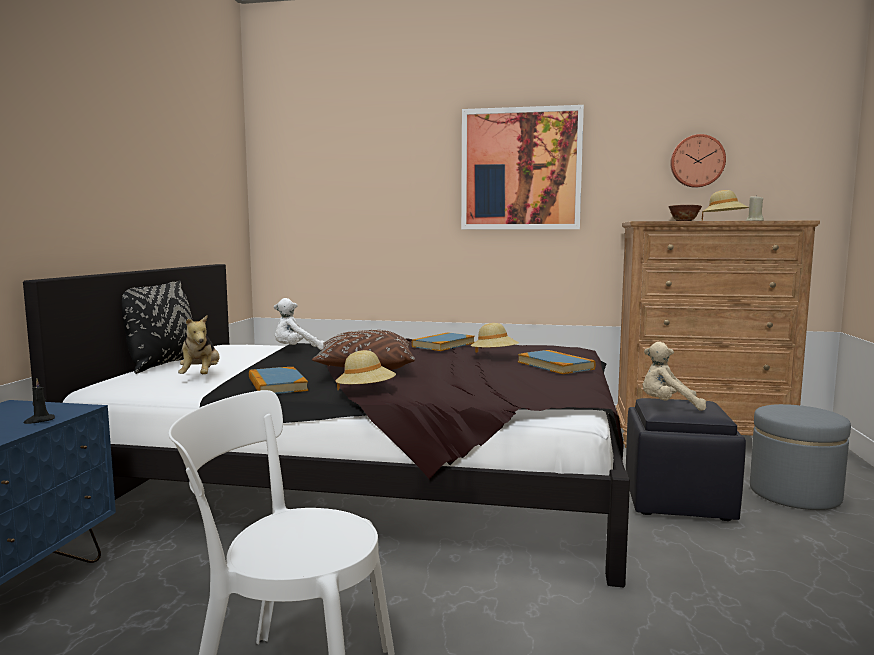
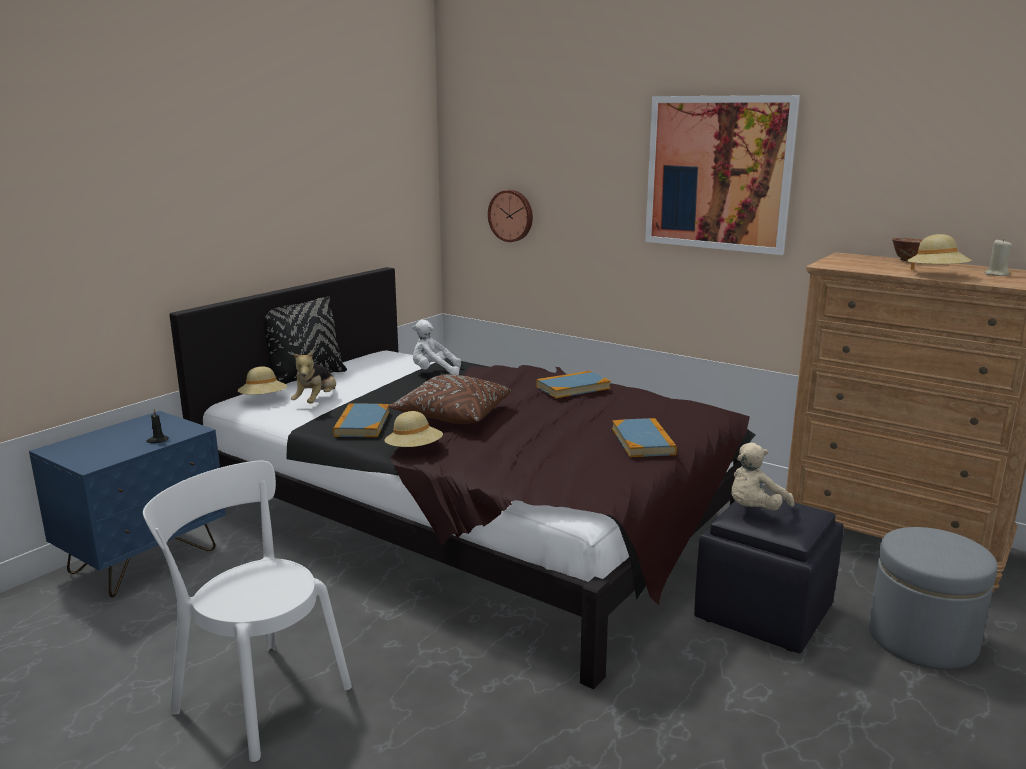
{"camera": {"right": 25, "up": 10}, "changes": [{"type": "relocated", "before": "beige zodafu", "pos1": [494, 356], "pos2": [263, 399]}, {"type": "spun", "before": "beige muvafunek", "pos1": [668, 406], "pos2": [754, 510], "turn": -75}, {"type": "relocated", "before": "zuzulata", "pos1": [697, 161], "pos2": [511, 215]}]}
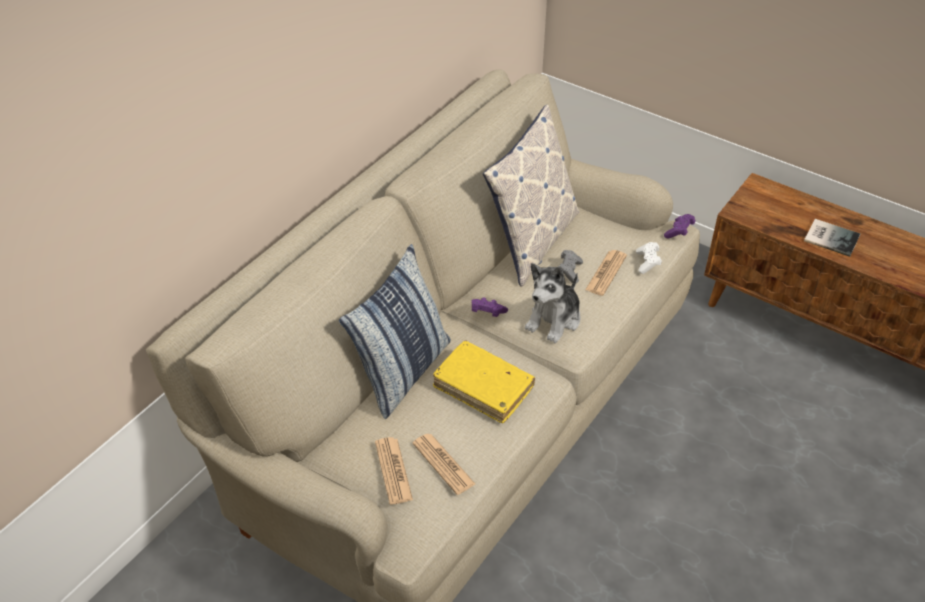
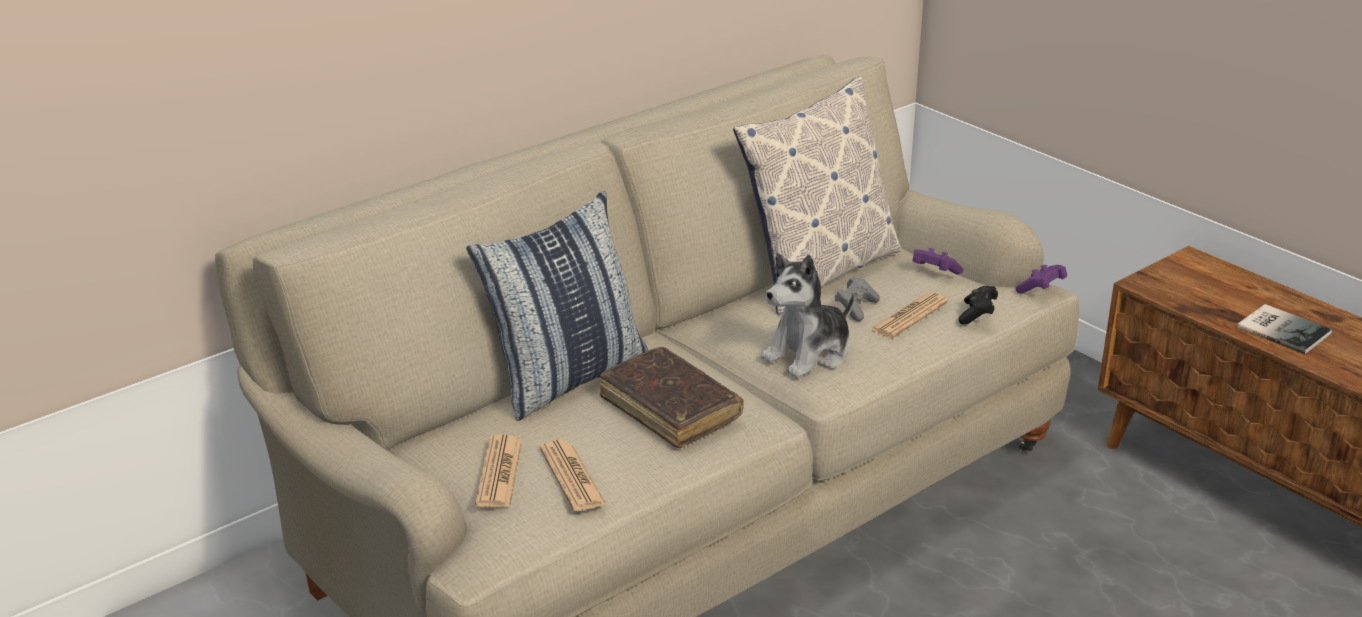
{"camera": {"right": 15, "up": -15}, "changes": [{"type": "colour", "before": "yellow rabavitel", "after": "brown rabavitel", "pos1": [483, 387], "pos2": [670, 409]}, {"type": "relocated", "before": "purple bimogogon", "pos1": [487, 313], "pos2": [934, 272]}, {"type": "colour", "before": "white bimogogon", "after": "black bimogogon", "pos1": [647, 263], "pos2": [977, 315]}]}
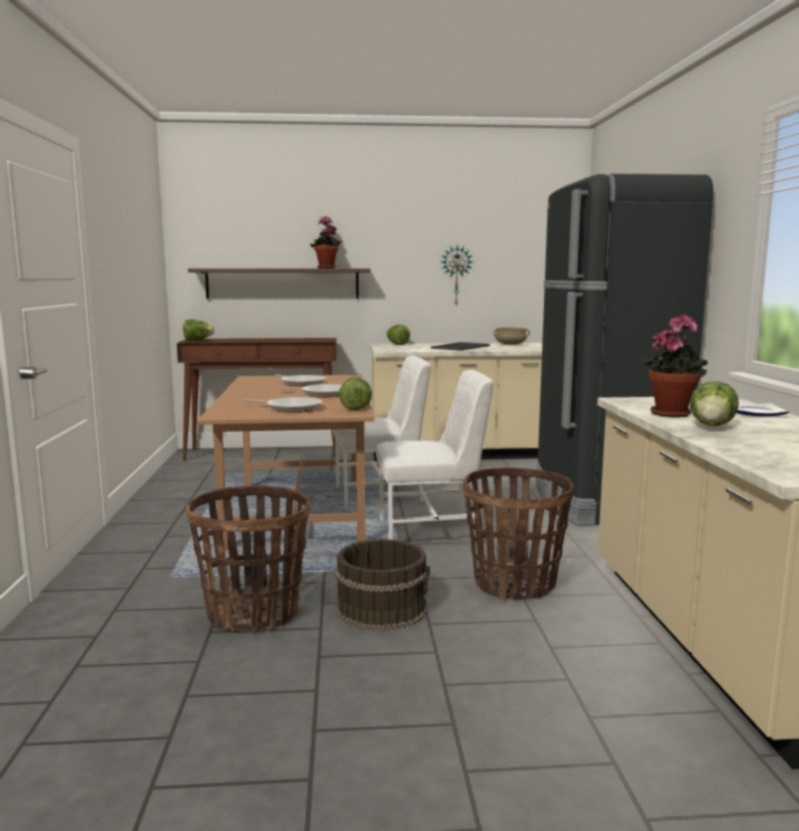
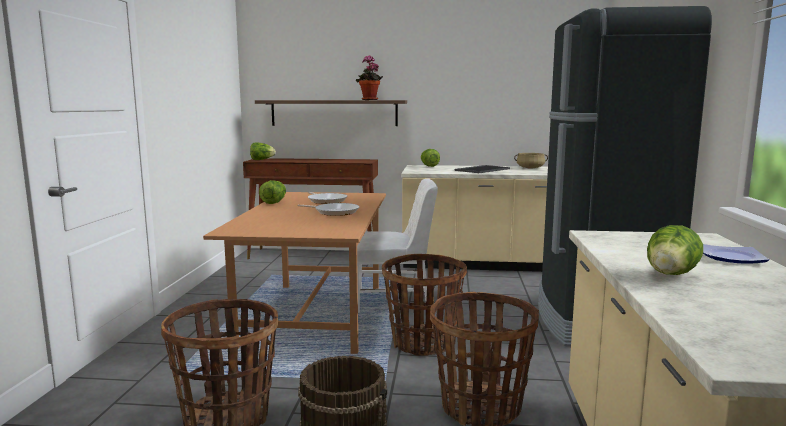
{"camera": {"right": 10, "up": 0}, "changes": [{"type": "missing", "before": "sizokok", "pos1": [291, 408]}, {"type": "relocated", "before": "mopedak", "pos1": [356, 407], "pos2": [274, 202]}, {"type": "exchanged", "before": "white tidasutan", "after": "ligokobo", "pos1": [431, 532], "pos2": [423, 343]}, {"type": "missing", "before": "zuzulata", "pos1": [456, 275]}, {"type": "missing", "before": "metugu", "pos1": [673, 413]}]}
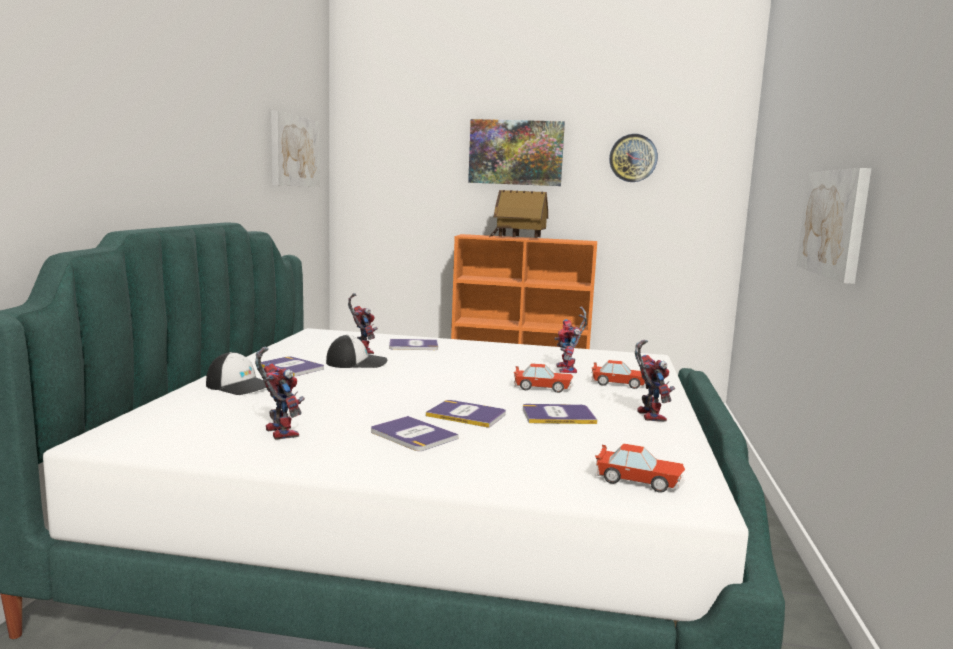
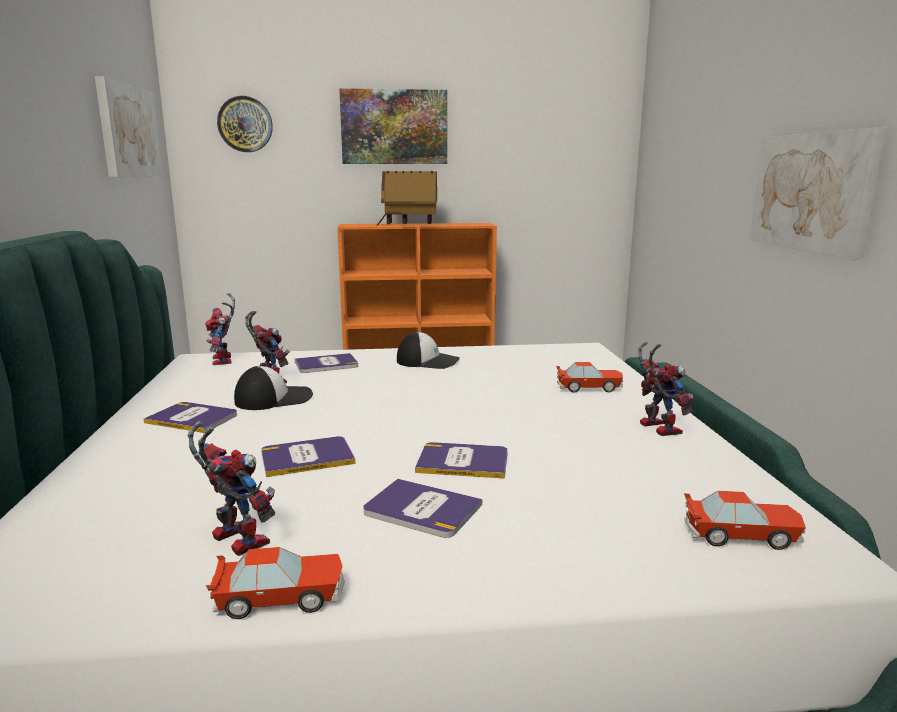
{"camera": {"right": -15, "up": 5}, "changes": [{"type": "relocated", "before": "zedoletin", "pos1": [240, 386], "pos2": [428, 361]}, {"type": "relocated", "before": "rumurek", "pos1": [543, 388], "pos2": [281, 598]}, {"type": "relocated", "before": "rabavitel", "pos1": [558, 415], "pos2": [307, 457]}, {"type": "relocated", "before": "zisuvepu", "pos1": [569, 370], "pos2": [224, 361]}, {"type": "relocated", "before": "zuzulata", "pos1": [633, 158], "pos2": [245, 124]}]}
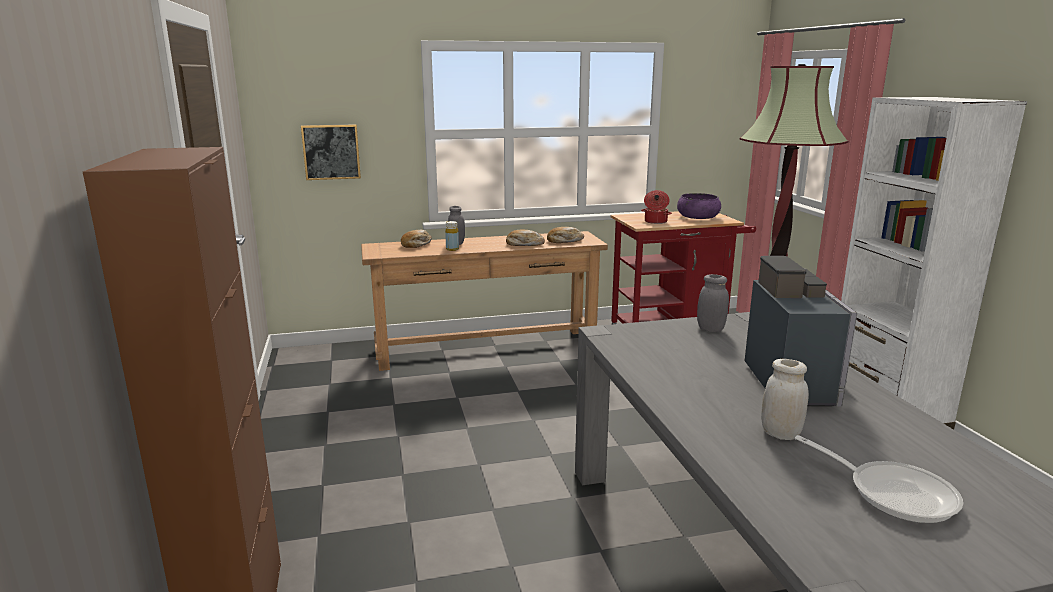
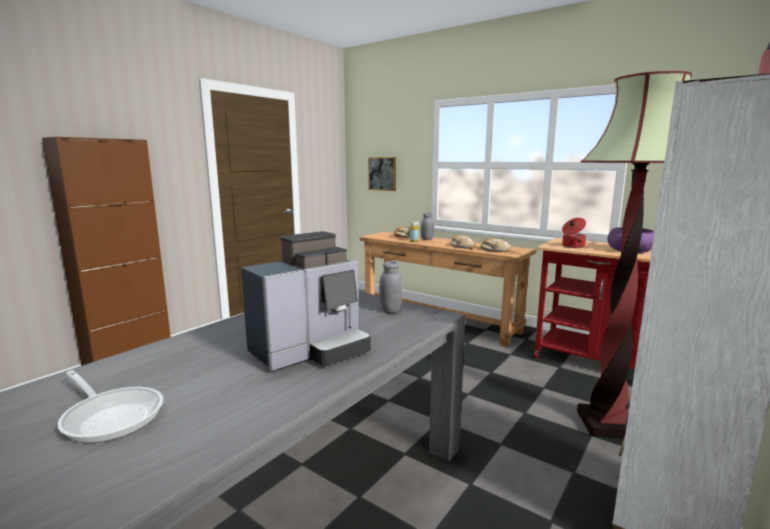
{"camera": {"right": 50, "up": -5}, "changes": [{"type": "missing", "before": "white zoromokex", "pos1": [780, 434]}, {"type": "spun", "before": "sizokok", "pos1": [893, 493], "pos2": [111, 416], "turn": -60}]}
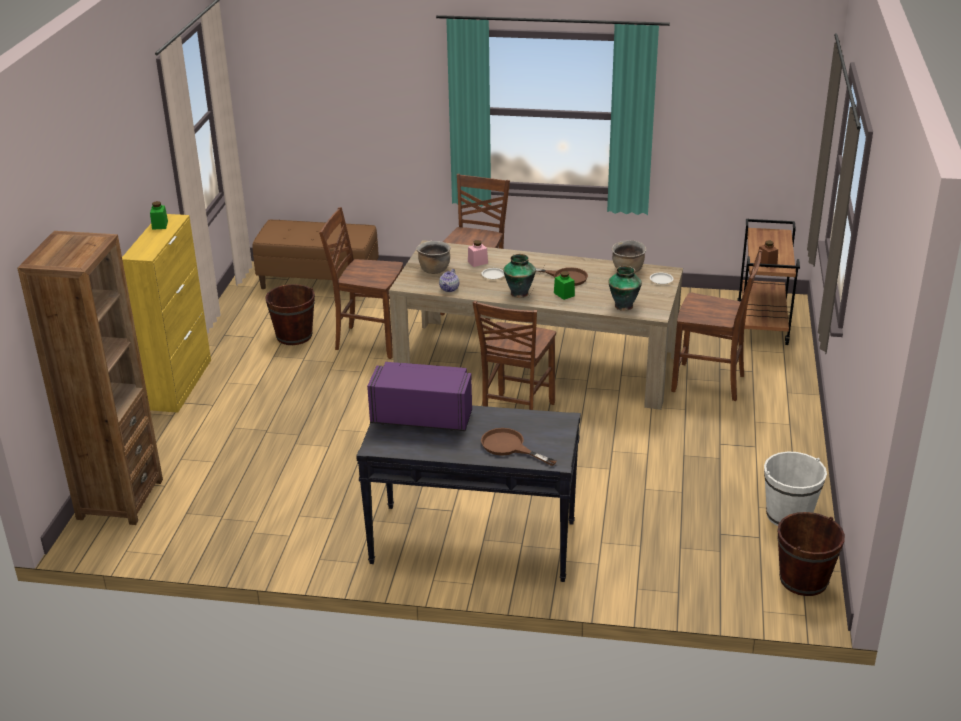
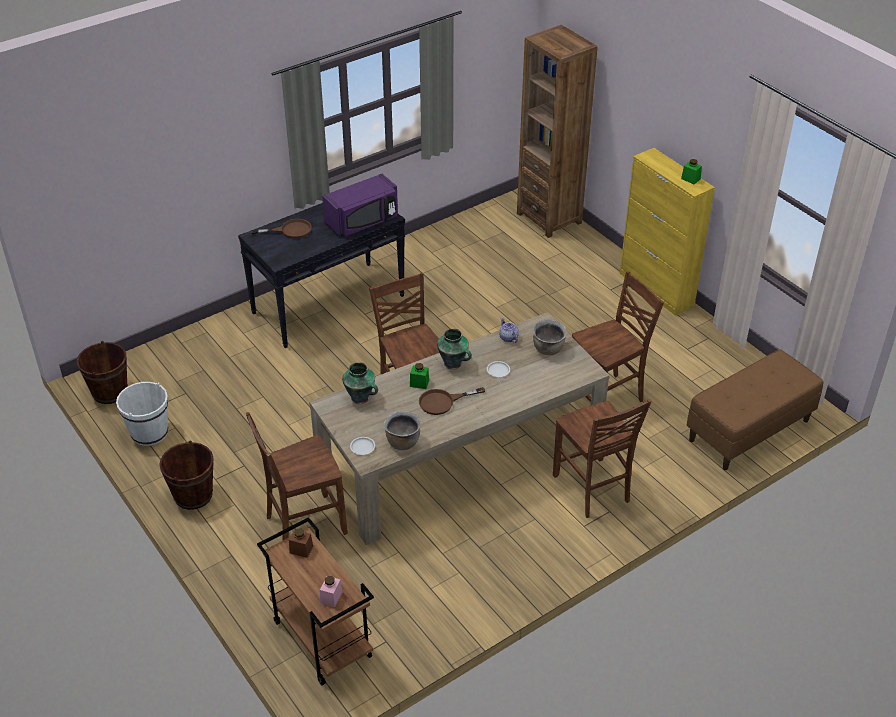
{"camera": {"right": 135, "up": 10}, "changes": [{"type": "relocated", "before": "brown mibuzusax", "pos1": [294, 336], "pos2": [193, 495]}, {"type": "relocated", "before": "pink zoromokex", "pos1": [477, 262], "pos2": [331, 597]}]}
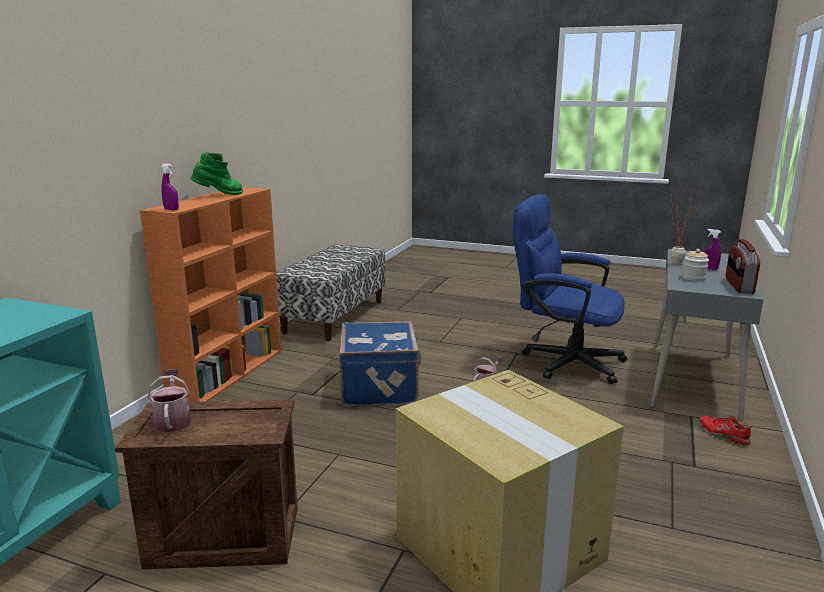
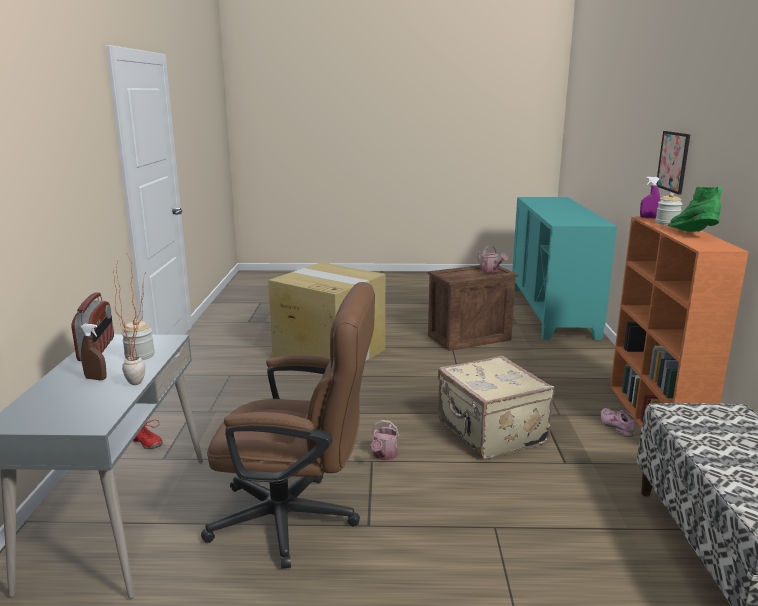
{"camera": {"right": 160, "up": 0}, "changes": [{"type": "spun", "before": "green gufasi", "pos1": [219, 195], "pos2": [693, 235], "turn": 135}, {"type": "colour", "before": "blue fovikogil", "after": "beige fovikogil", "pos1": [381, 387], "pos2": [490, 433]}, {"type": "colour", "before": "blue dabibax", "after": "brown dabibax", "pos1": [563, 361], "pos2": [297, 520]}, {"type": "colour", "before": "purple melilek", "after": "brown melilek", "pos1": [709, 269], "pos2": [96, 378]}, {"type": "appeared", "after": "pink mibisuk", "pos2": [617, 427]}, {"type": "appeared", "after": "zoromokex", "pos2": [667, 223]}, {"type": "appeared", "after": "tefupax", "pos2": [673, 161]}]}
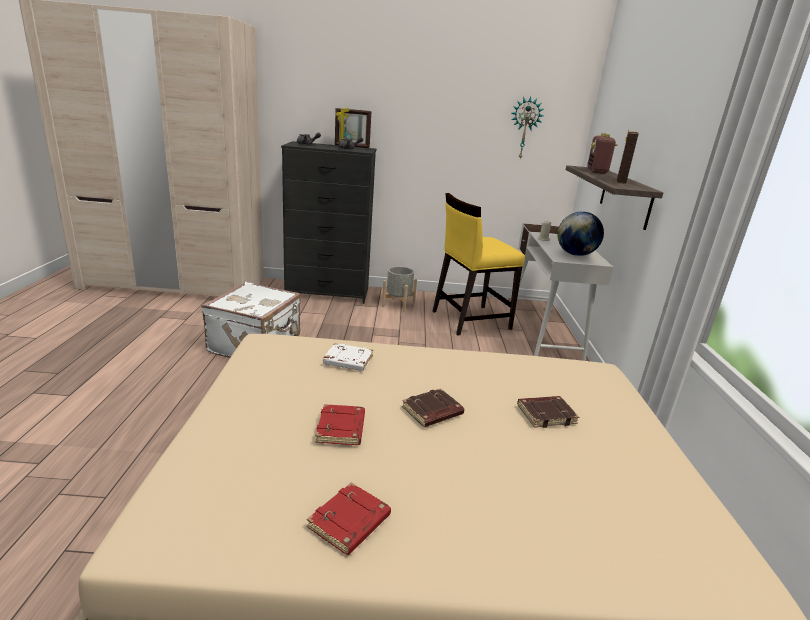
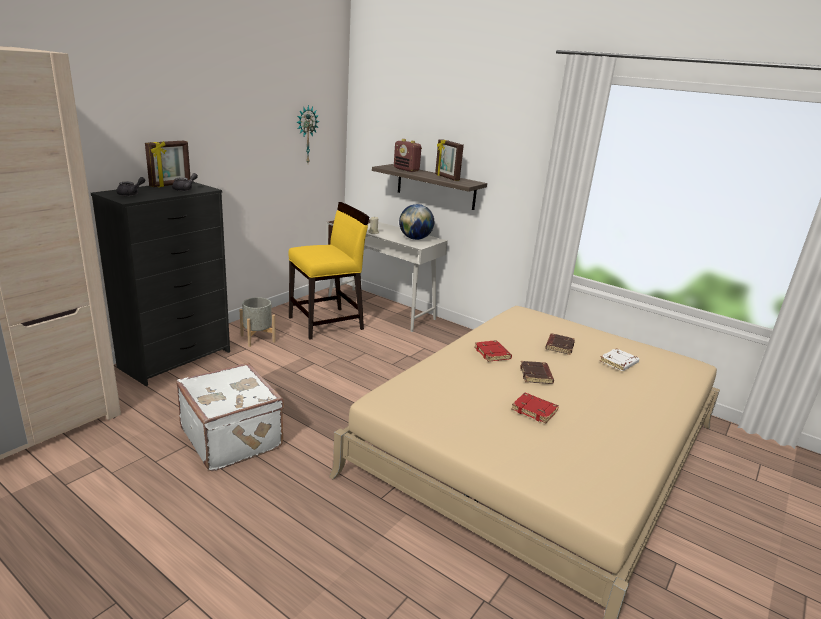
{"camera": {"right": -55, "up": 0}, "changes": [{"type": "relocated", "before": "red rabavitel", "pos1": [349, 523], "pos2": [493, 354]}, {"type": "relocated", "before": "white rabavitel", "pos1": [347, 361], "pos2": [619, 363]}, {"type": "spun", "before": "yellow tidasutan", "pos1": [470, 320], "pos2": [327, 323], "turn": -135}]}
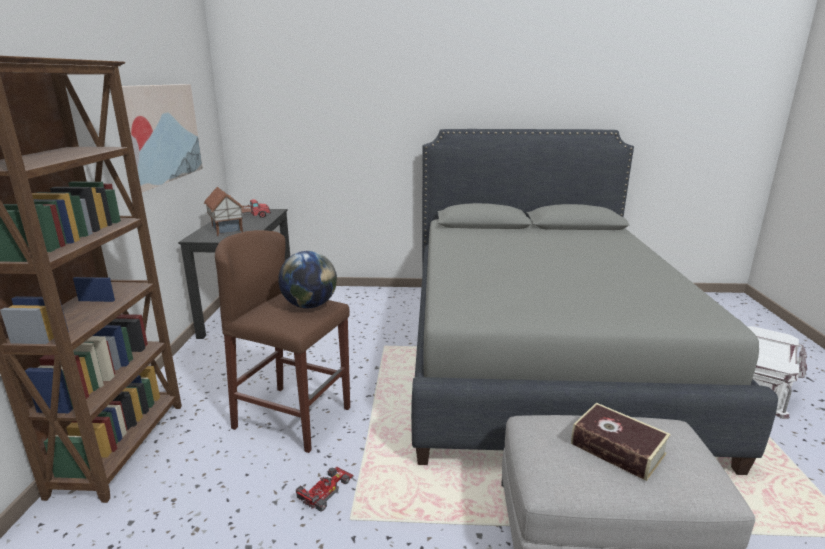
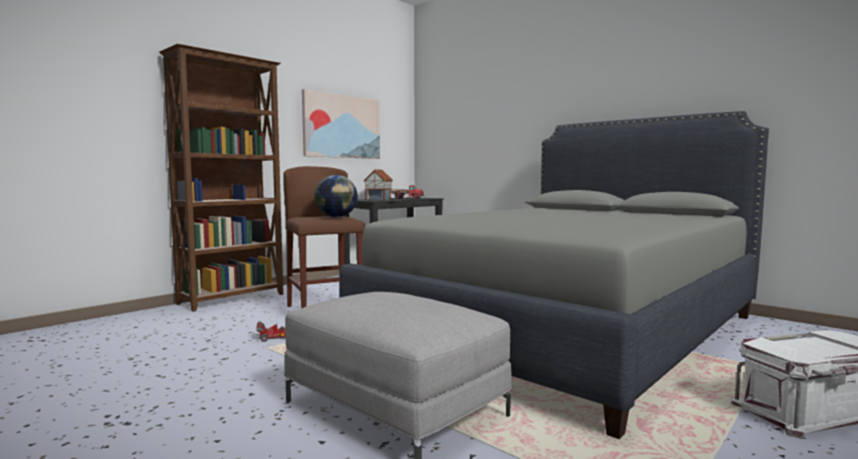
{"camera": {"right": 40, "up": -15}, "changes": [{"type": "missing", "before": "rabavitel", "pos1": [617, 449]}]}
